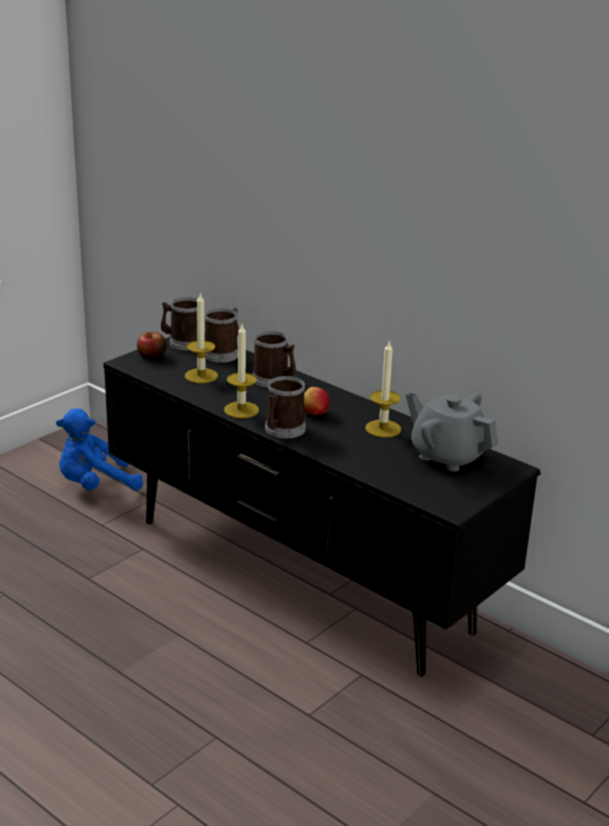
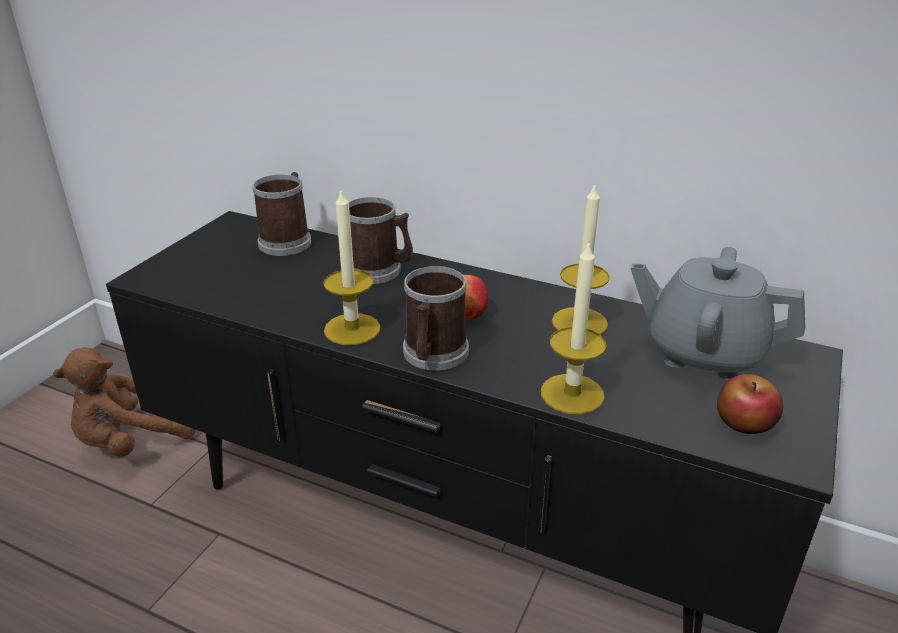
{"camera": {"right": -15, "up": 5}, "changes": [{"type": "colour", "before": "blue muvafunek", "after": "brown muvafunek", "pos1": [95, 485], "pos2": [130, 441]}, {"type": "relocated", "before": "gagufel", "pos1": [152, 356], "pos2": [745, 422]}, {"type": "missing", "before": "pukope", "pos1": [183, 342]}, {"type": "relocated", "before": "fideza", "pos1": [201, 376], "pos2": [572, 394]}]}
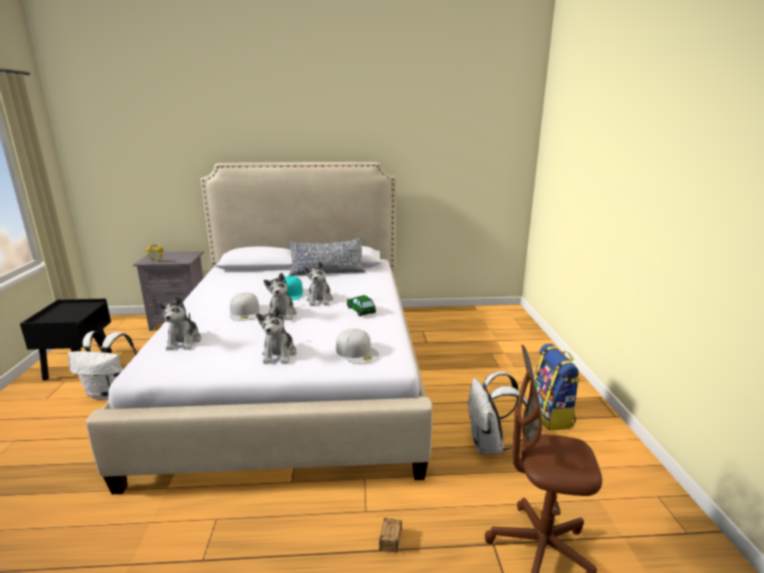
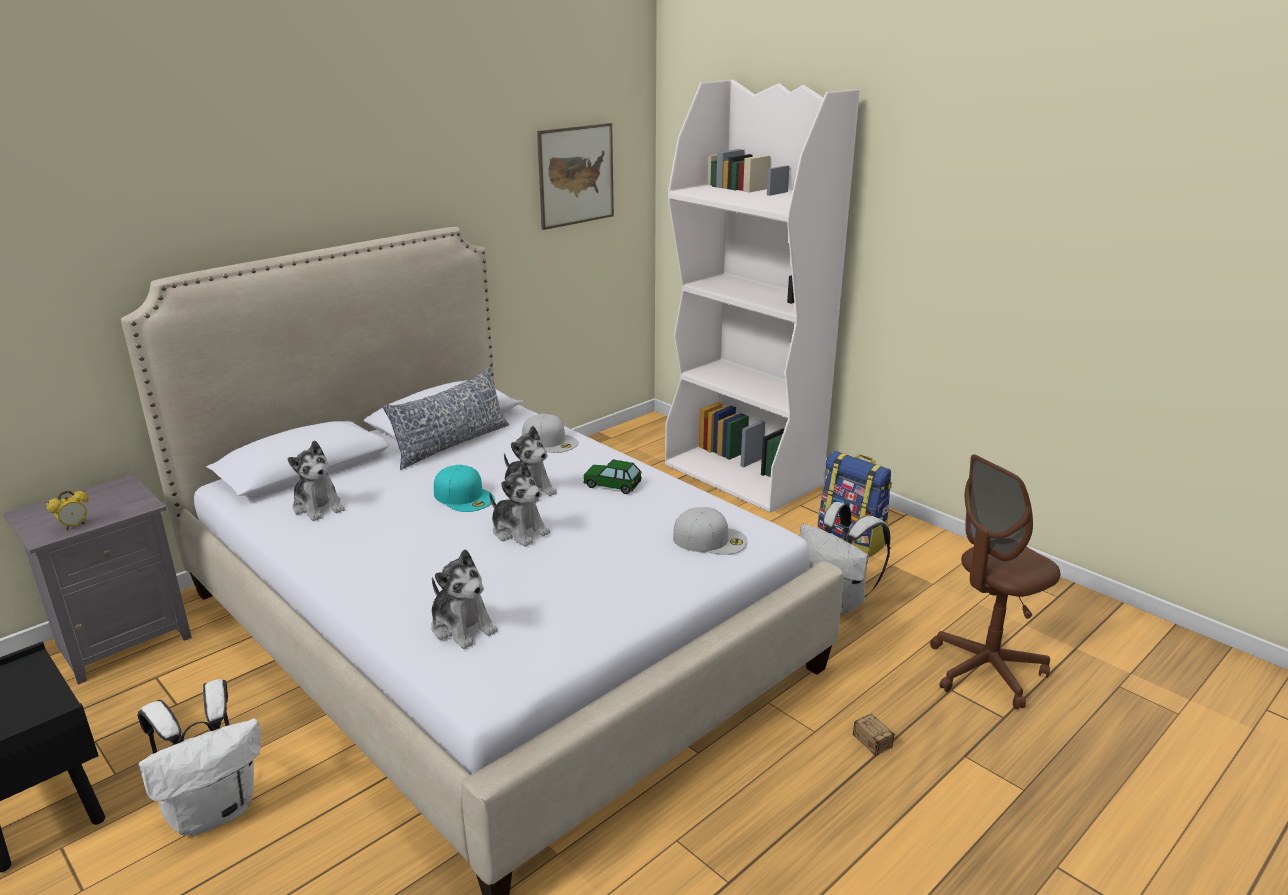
{"camera": {"right": -40, "up": 5}, "changes": [{"type": "relocated", "before": "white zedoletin", "pos1": [245, 312], "pos2": [550, 441]}, {"type": "relocated", "before": "muvafunek", "pos1": [279, 354], "pos2": [318, 506]}, {"type": "appeared", "after": "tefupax", "pos2": [576, 175]}, {"type": "appeared", "after": "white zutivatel", "pos2": [744, 475]}]}
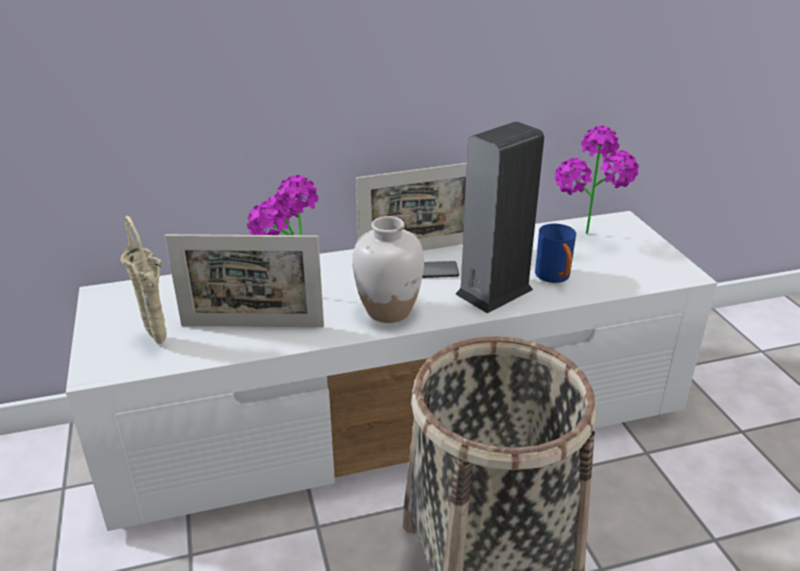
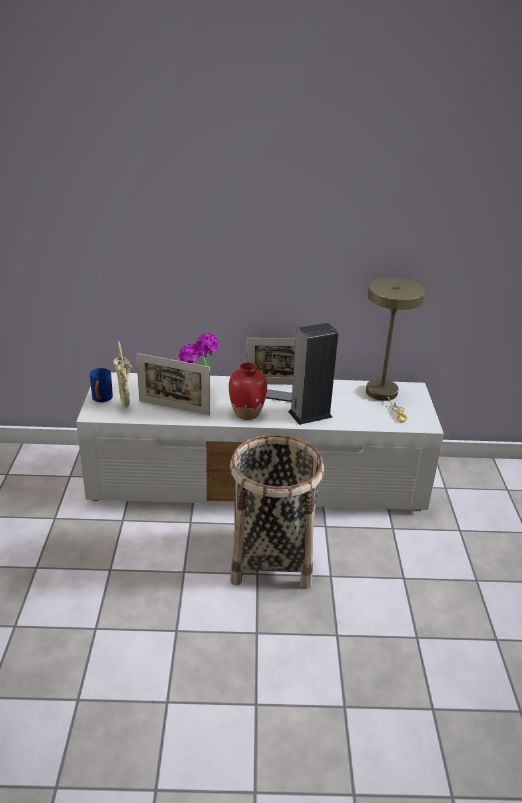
{"camera": {"right": 15, "up": 0}, "changes": [{"type": "colour", "before": "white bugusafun", "after": "red bugusafun", "pos1": [388, 311], "pos2": [247, 413]}, {"type": "relocated", "before": "blue pukope", "pos1": [555, 278], "pos2": [101, 399]}, {"type": "exchanged", "before": "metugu", "after": "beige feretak", "pos1": [587, 240], "pos2": [384, 395]}]}
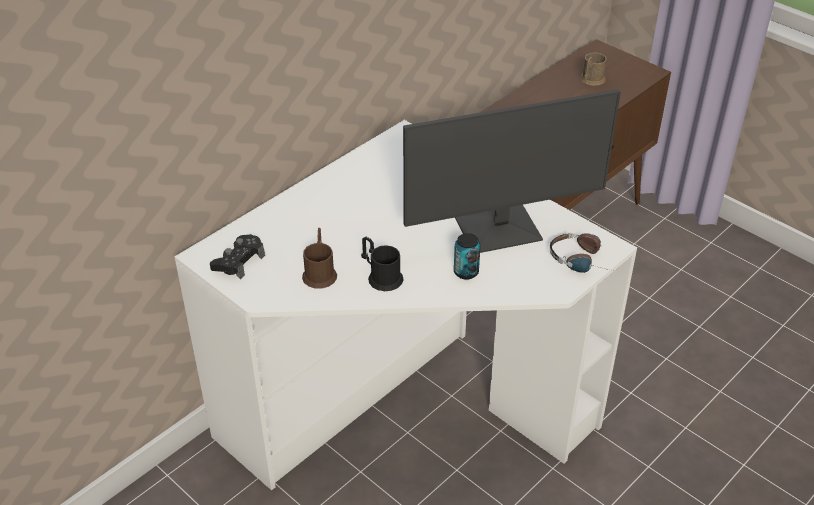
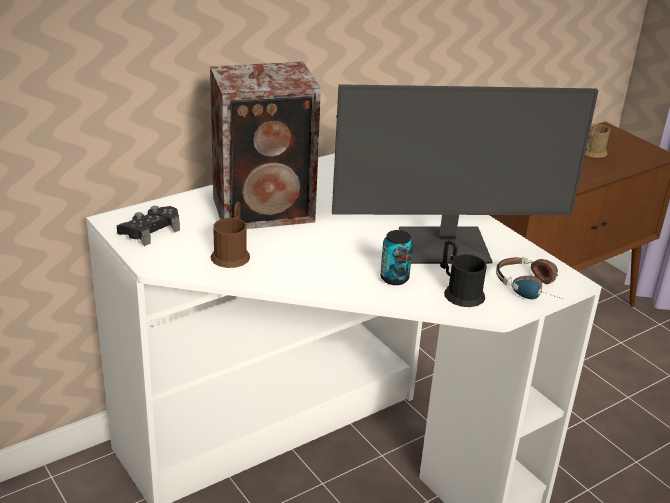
{"camera": {"right": 10, "up": -10}, "changes": [{"type": "relocated", "before": "black pukope", "pos1": [381, 276], "pos2": [459, 292]}, {"type": "appeared", "after": "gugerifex", "pos2": [267, 210]}]}
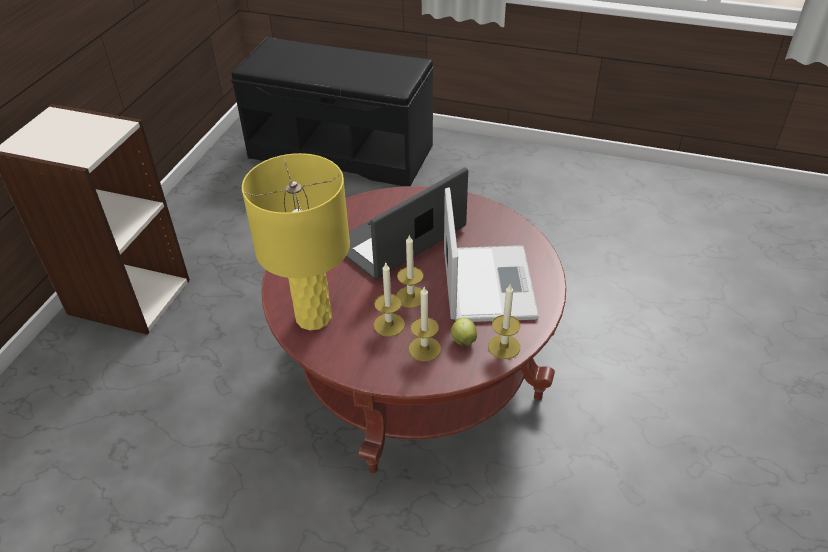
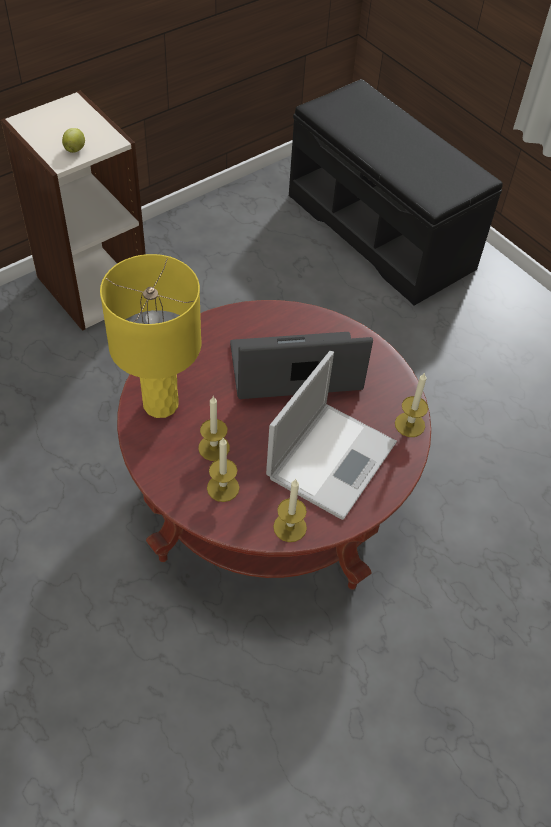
{"camera": {"right": 30, "up": 10}, "changes": [{"type": "relocated", "before": "fideza", "pos1": [411, 297], "pos2": [409, 424]}, {"type": "relocated", "before": "gagufel", "pos1": [463, 340], "pos2": [75, 149]}]}
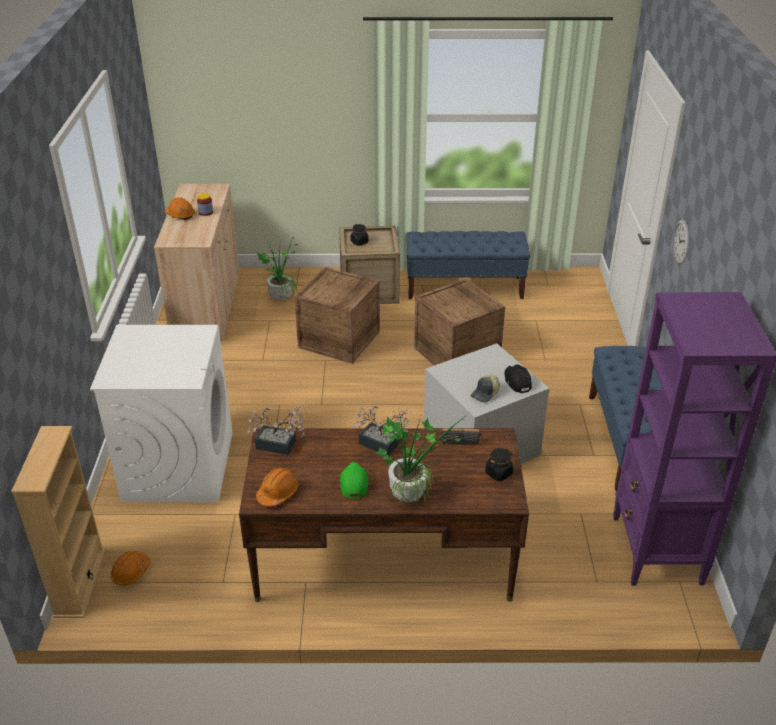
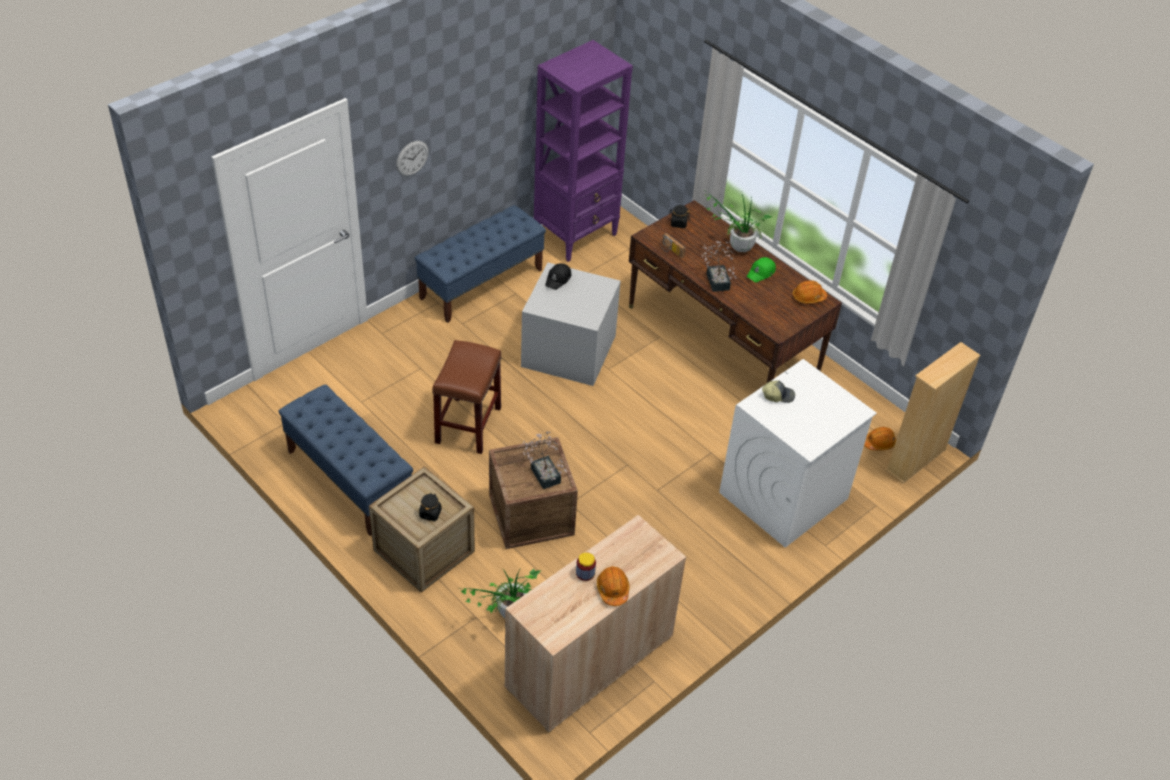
{"camera": {"right": -135, "up": 10}, "changes": [{"type": "relocated", "before": "metugu", "pos1": [280, 446], "pos2": [544, 472]}, {"type": "exchanged", "before": "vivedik", "after": "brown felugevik", "pos1": [457, 353], "pos2": [468, 424]}, {"type": "relocated", "before": "zedoletin", "pos1": [485, 394], "pos2": [778, 395]}]}
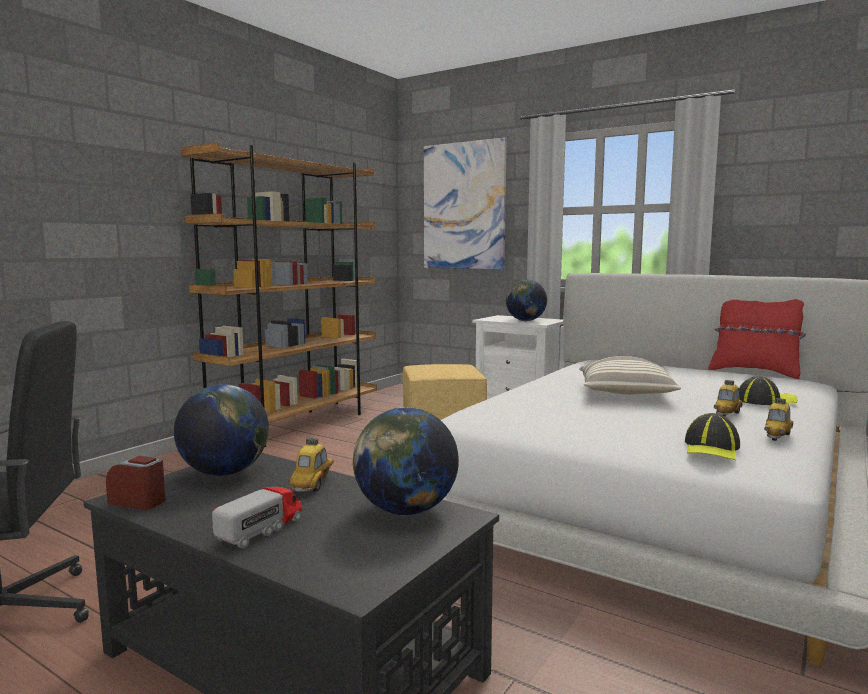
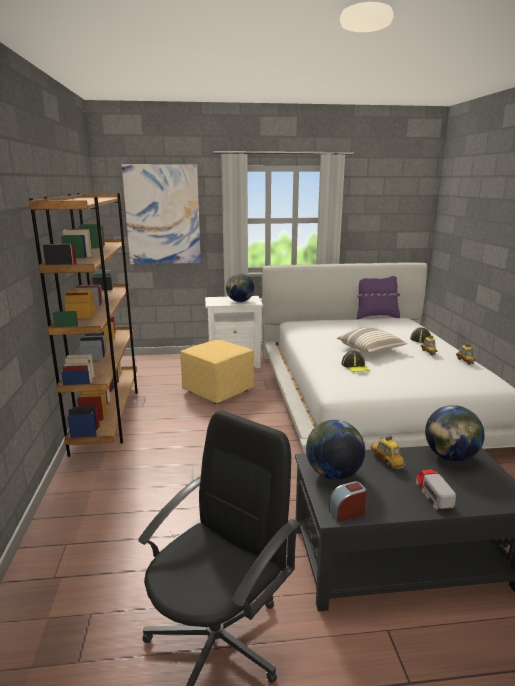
{"camera": {"right": -40, "up": 10}, "changes": [{"type": "relocated", "before": "zedoletin", "pos1": [712, 448], "pos2": [355, 366]}, {"type": "colour", "before": "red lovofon", "after": "purple lovofon", "pos1": [754, 372], "pos2": [376, 316]}]}
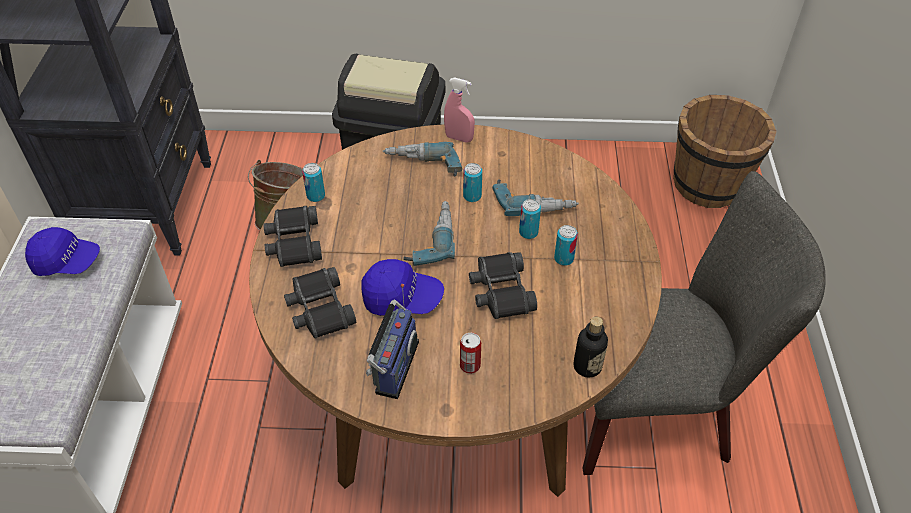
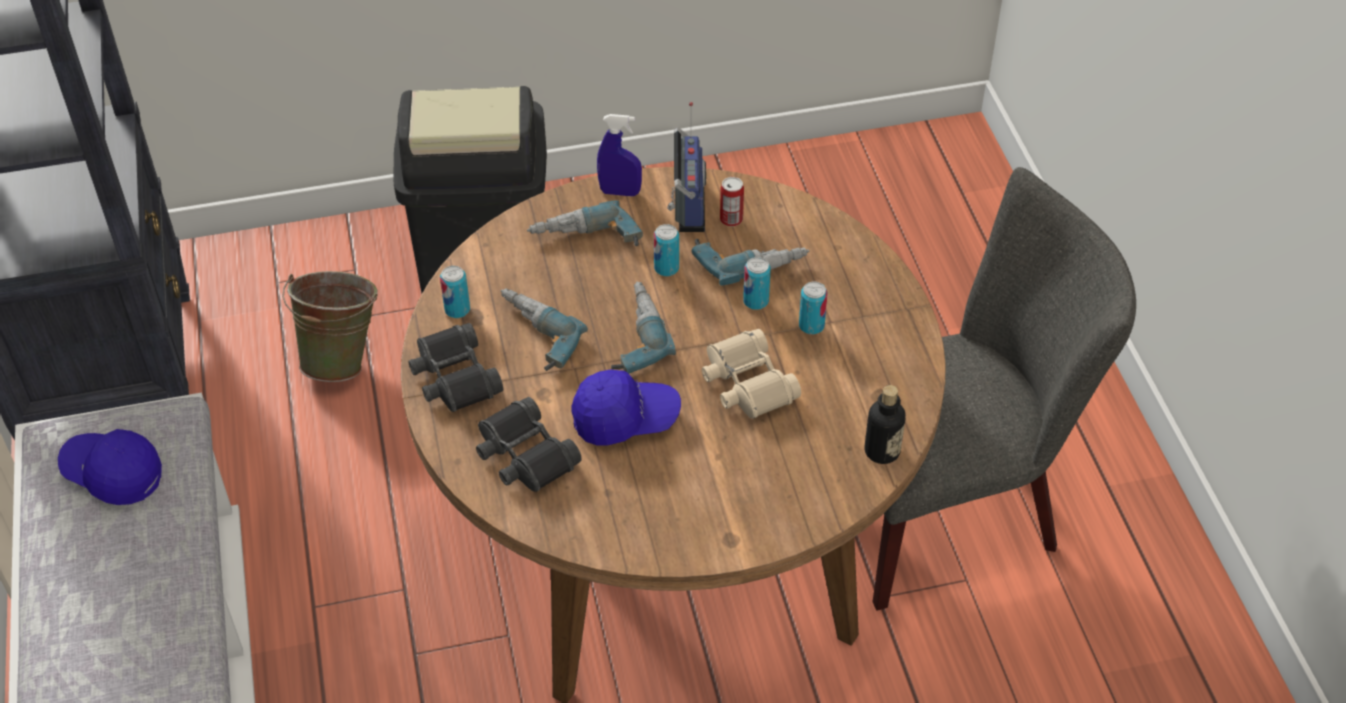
{"camera": {"right": -15, "up": 0}, "changes": [{"type": "spun", "before": "blue zedoletin", "pos1": [67, 262], "pos2": [113, 474], "turn": -150}, {"type": "relocated", "before": "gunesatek", "pos1": [393, 366], "pos2": [686, 205]}, {"type": "colour", "before": "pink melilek", "after": "blue melilek", "pos1": [459, 138], "pos2": [620, 192]}, {"type": "relocated", "before": "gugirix", "pos1": [470, 366], "pos2": [731, 219]}, {"type": "colour", "before": "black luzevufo", "after": "beige luzevufo", "pos1": [500, 292], "pos2": [746, 384]}, {"type": "missing", "before": "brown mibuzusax", "pos1": [709, 184]}, {"type": "appeared", "after": "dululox", "pos2": [531, 337]}]}
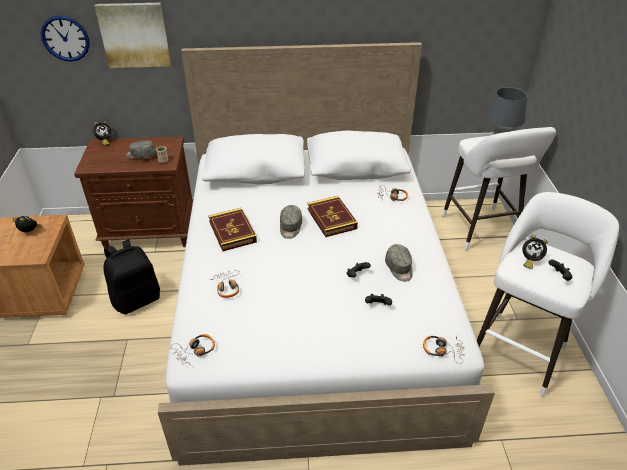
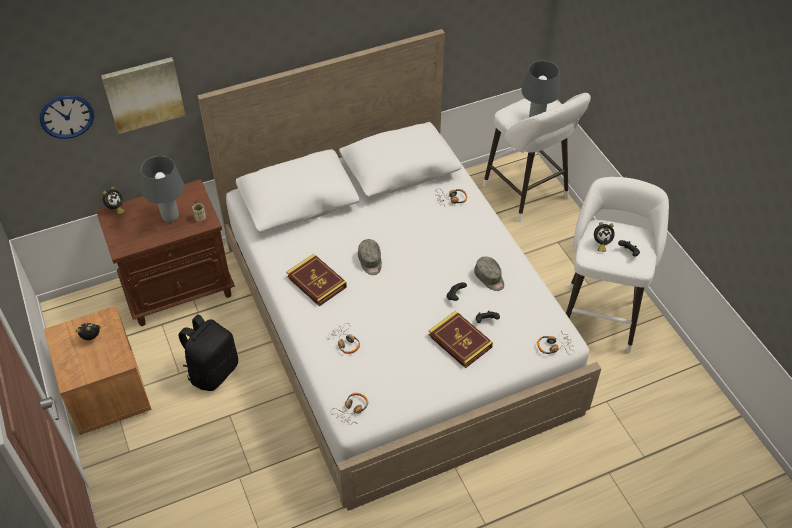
{"camera": {"right": -20, "up": 10}, "changes": [{"type": "exchanged", "before": "grey zedoletin", "after": "grey feretak", "pos1": [141, 155], "pos2": [171, 217]}, {"type": "relocated", "before": "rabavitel", "pos1": [331, 219], "pos2": [460, 341]}]}
